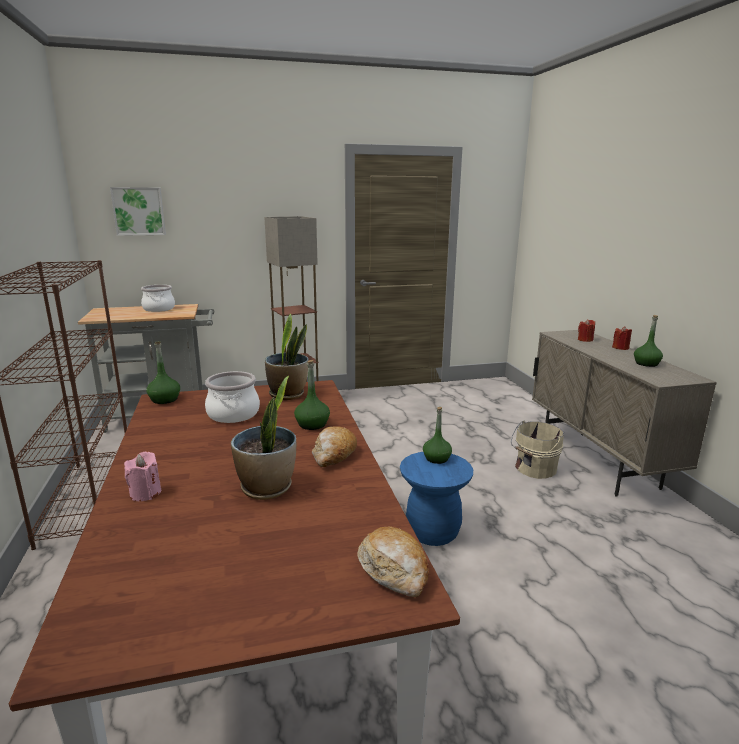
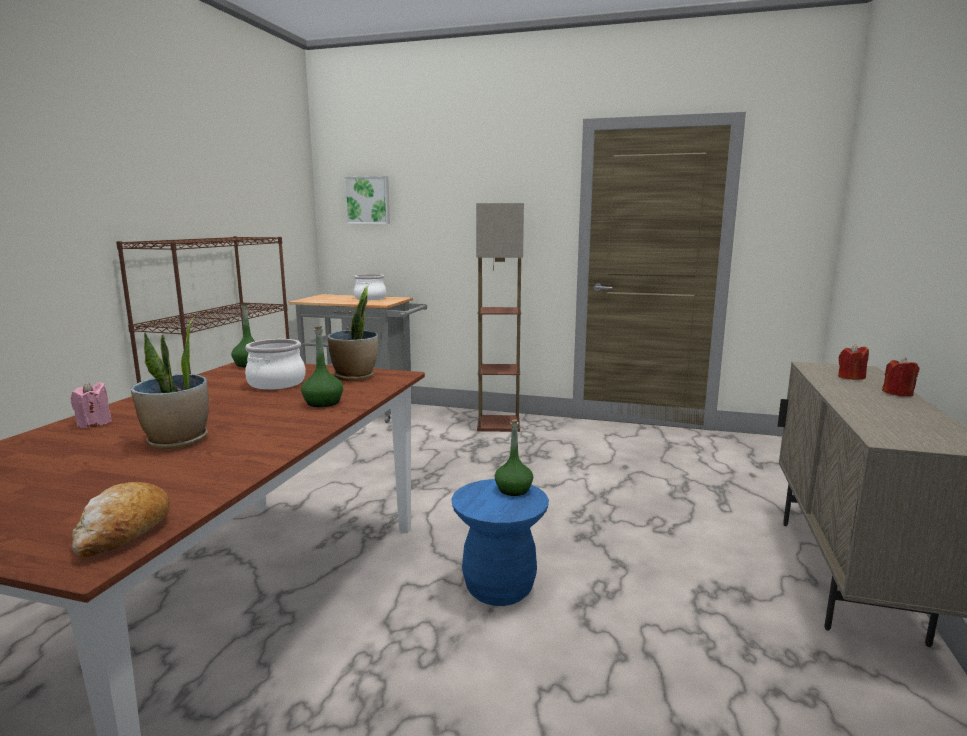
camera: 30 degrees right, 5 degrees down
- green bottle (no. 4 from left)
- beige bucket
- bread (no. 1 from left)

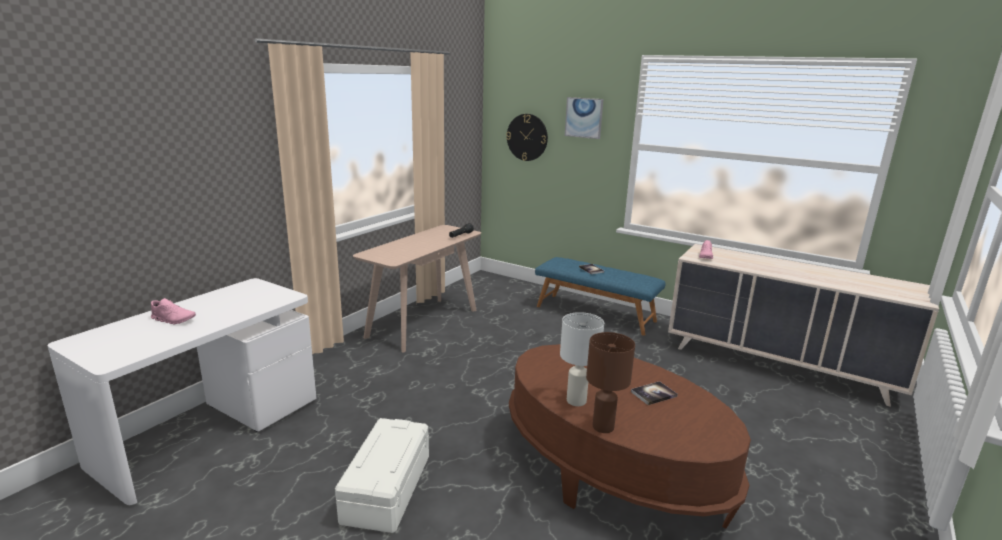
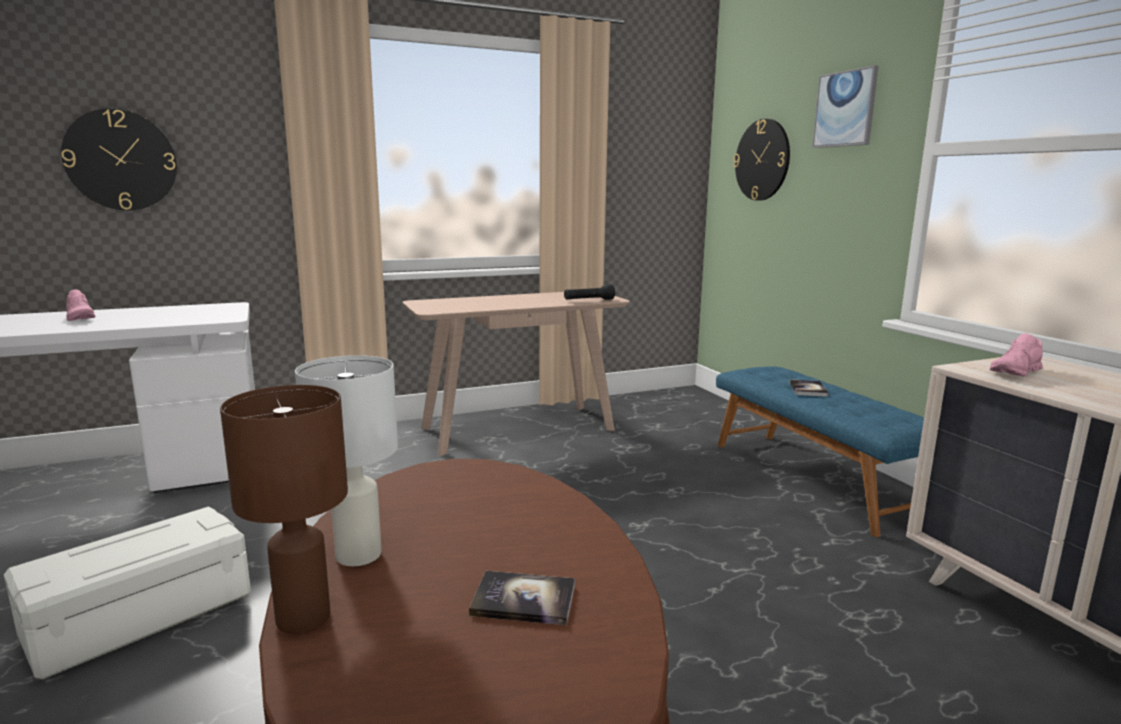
camera: 35 degrees right, 5 degrees down
+ wall clock (no. 1 from left)

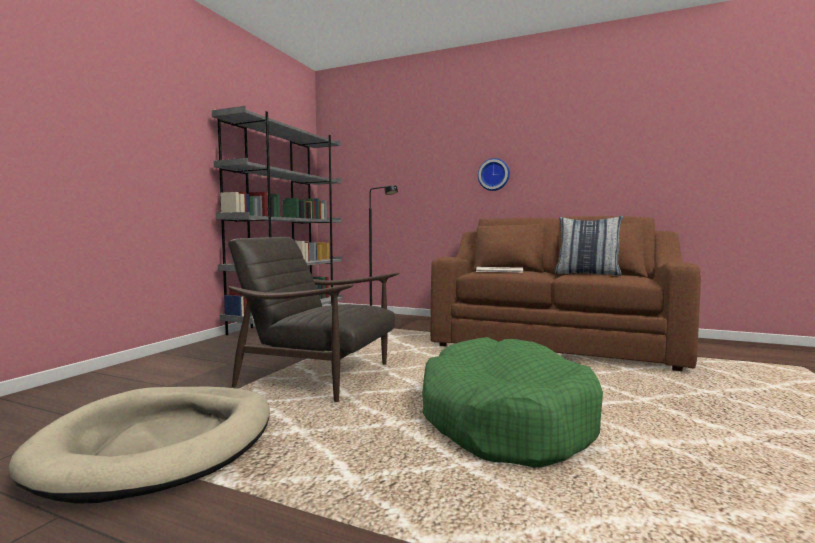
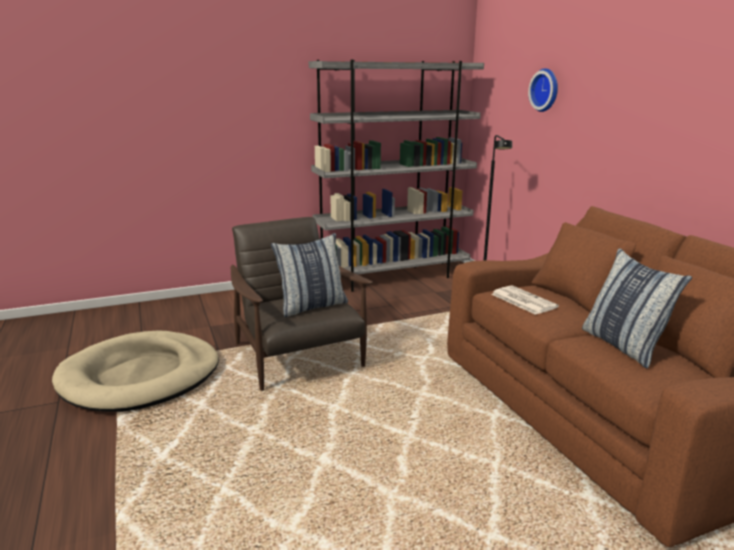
camera: 45 degrees right, 15 degrees up
~ wall clock
- green dog bed
+ pillow (no. 1 from left)

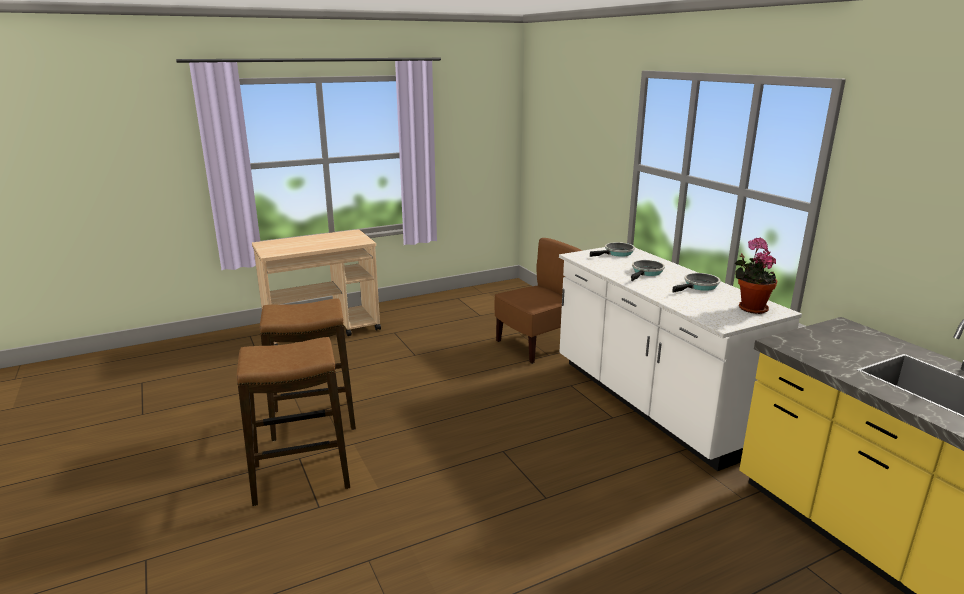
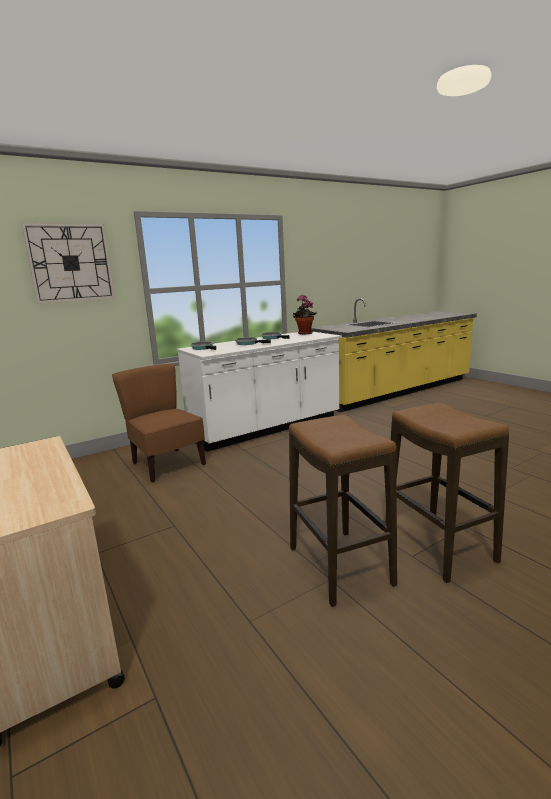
camera: 95 degrees left, 5 degrees down
+ wall clock

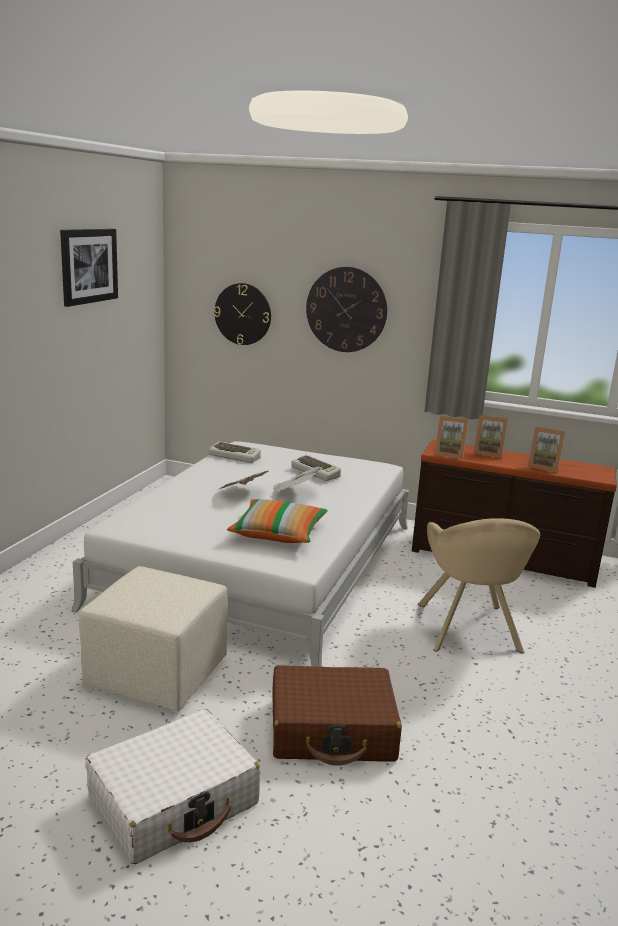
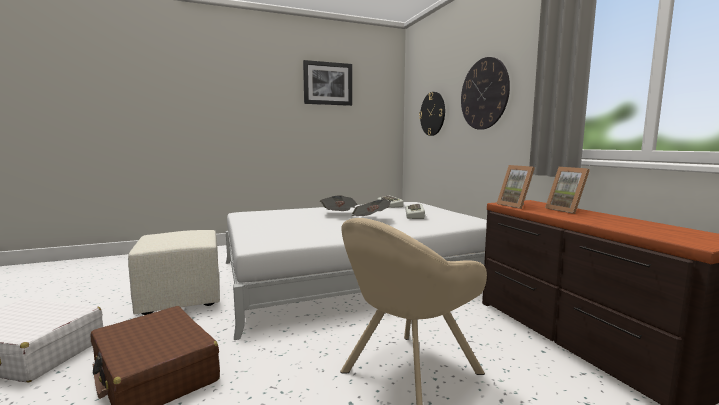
camera: 50 degrees right, 10 degrees down
- picture frame (no. 3 from left)
- pillow

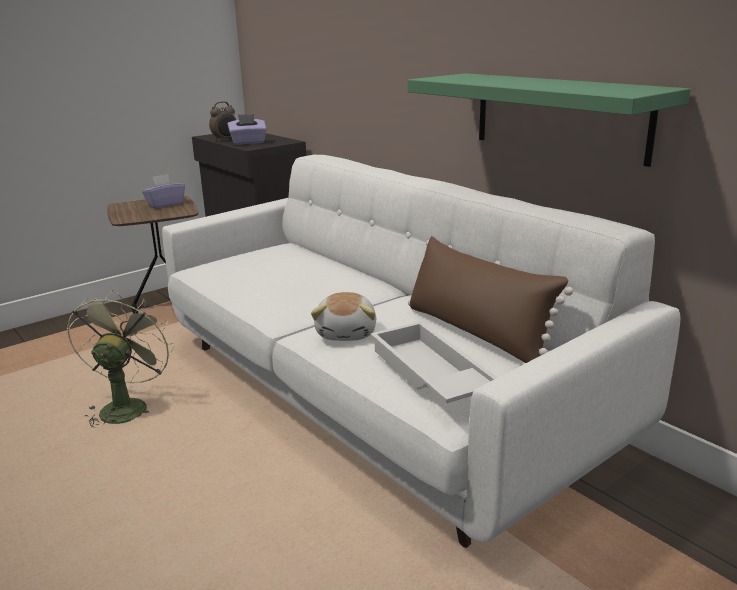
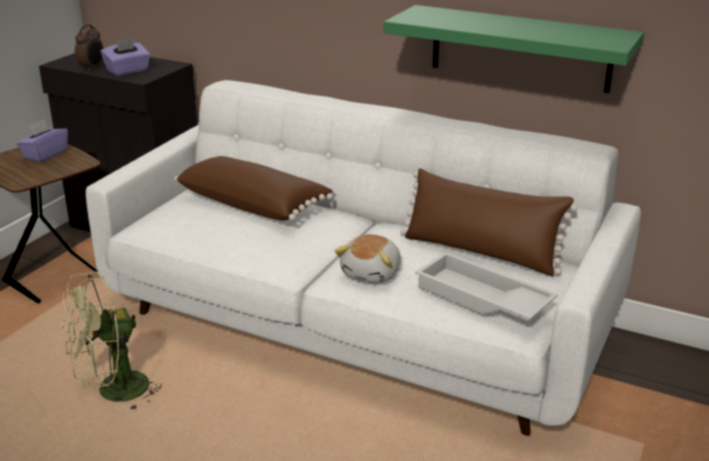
camera: 25 degrees left, 5 degrees up
~ green fan 105 degrees counterclockwise
~ plush toy 45 degrees clockwise
+ brown pillow (no. 1 from left)

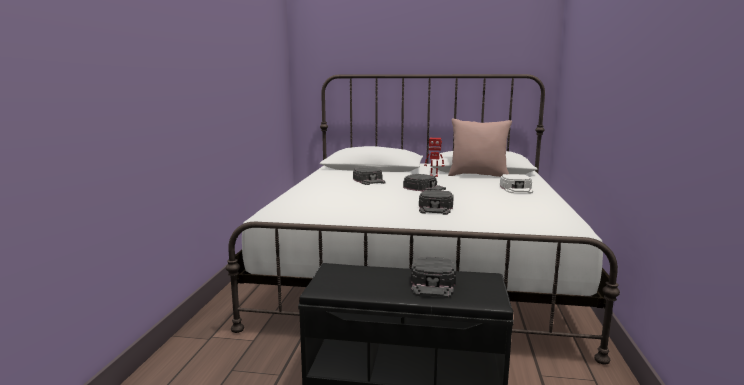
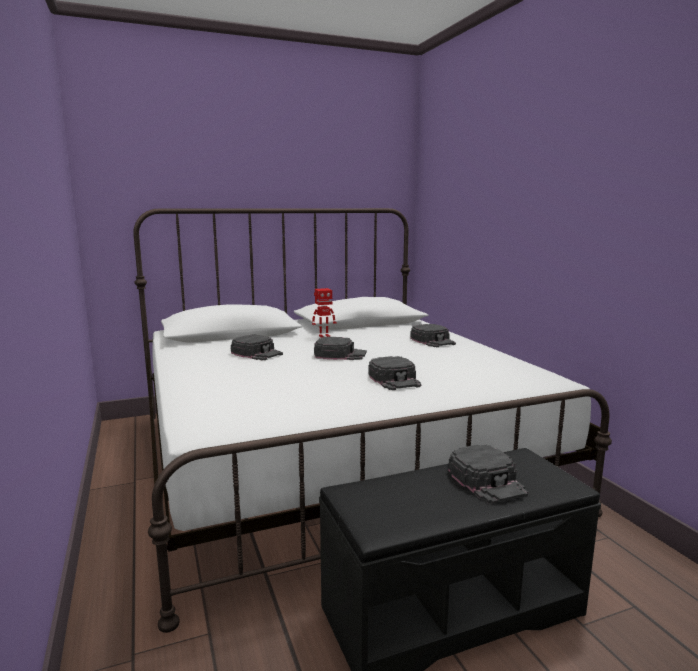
camera: 30 degrees left, 0 degrees up
- pink pillow
~ white cap to black cap (no. 4 from left)

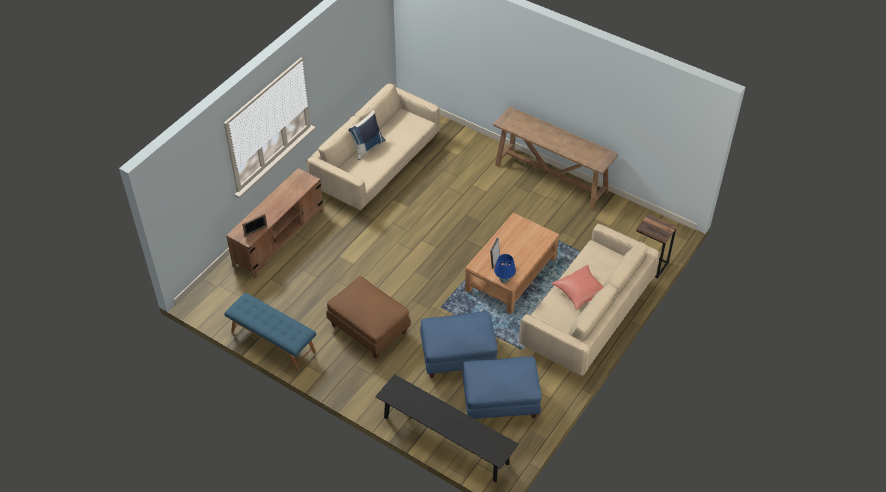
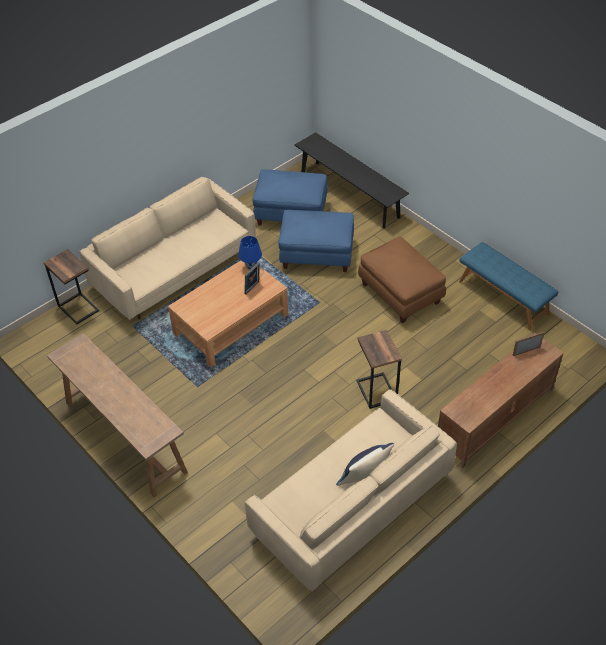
camera: 165 degrees left, 0 degrees up
- red pillow
+ side table (no. 2 from left)

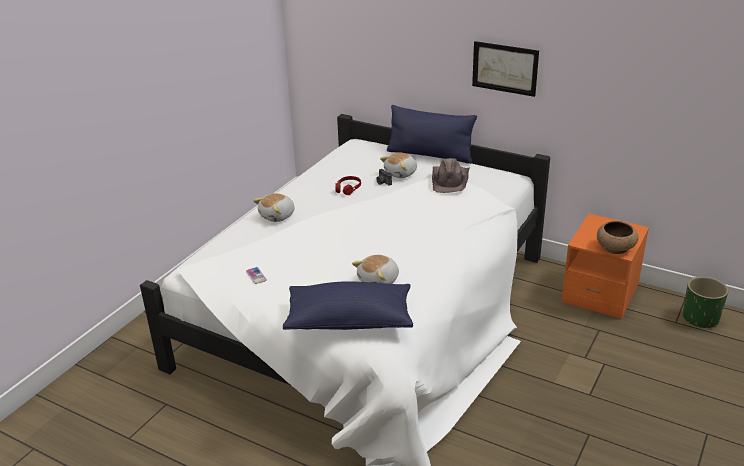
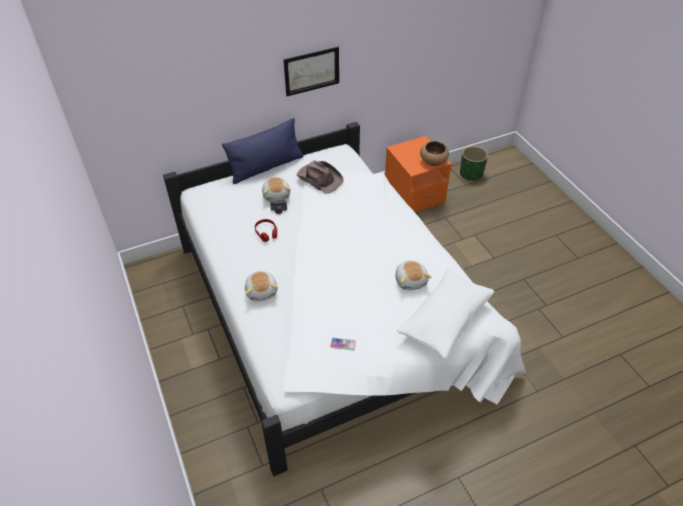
camera: 55 degrees left, 15 degrees up
~ blue pillow (no. 1 from left) to white pillow

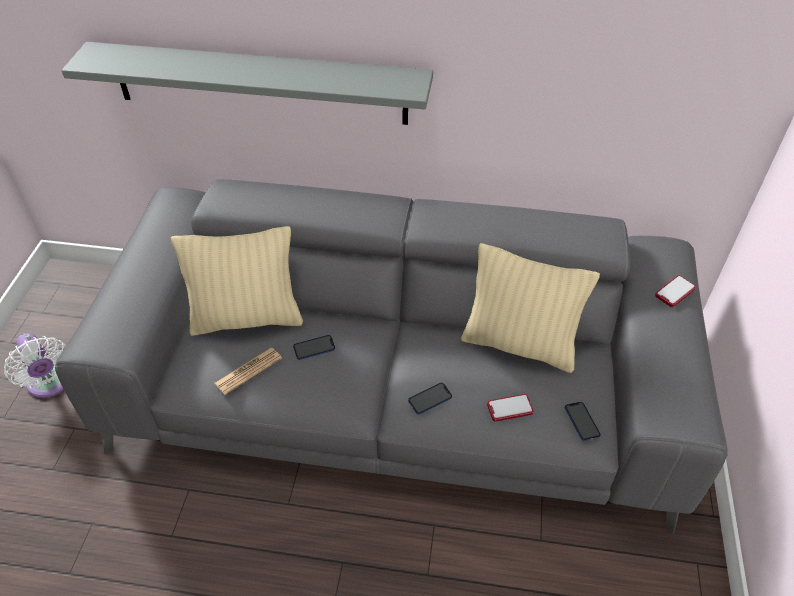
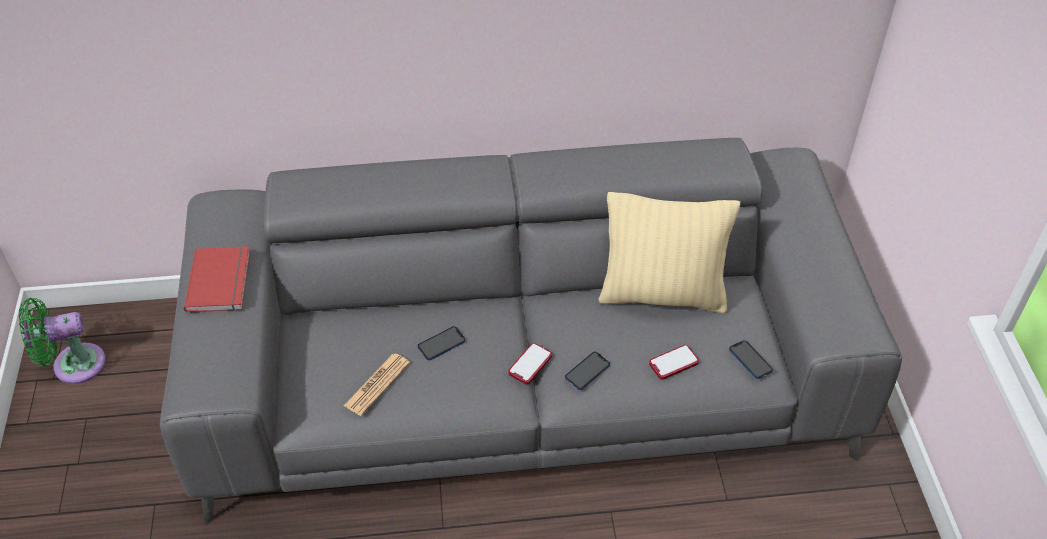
camera: 15 degrees left, 0 degrees up
- grey shelf
- beige pillow (no. 1 from left)
~ phone (no. 5 from left in the first image) to phone (no. 2 from left)
- white fan
+ red book
+ green fan

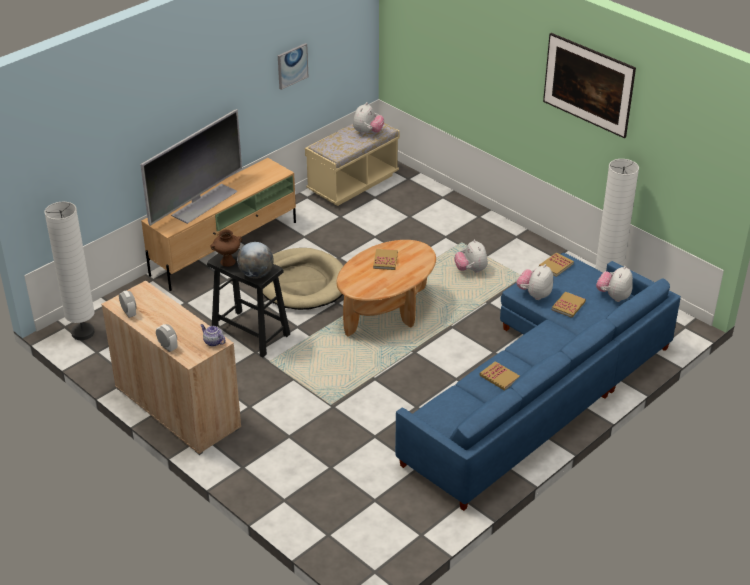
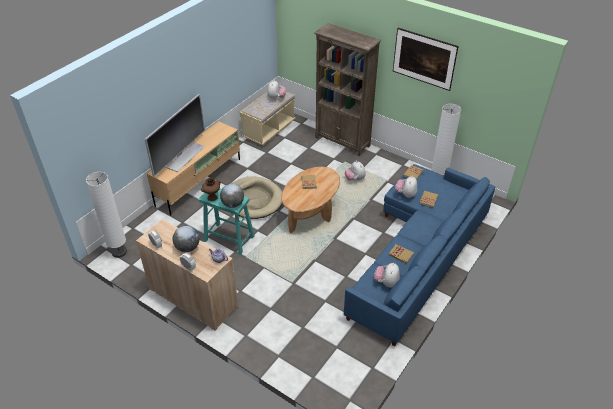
camera: 10 degrees left, 5 degrees up
- picture (no. 1 from left)
~ black stool to turquoise stool
~ plush toy (no. 4 from left in the first image) to plush toy (no. 3 from left)
+ brown bookcase
+ globe (no. 1 from left)

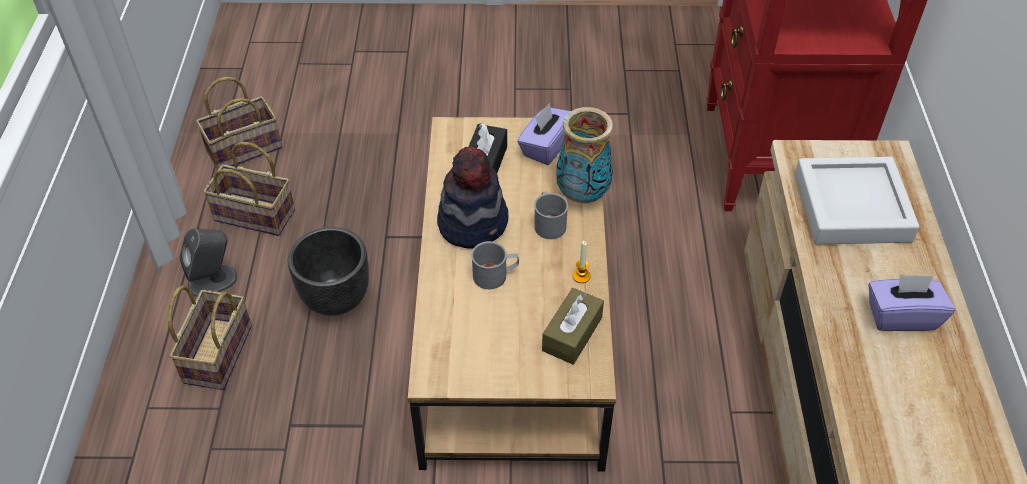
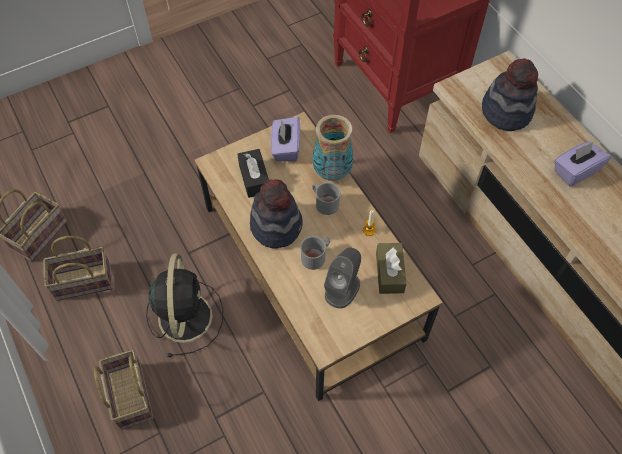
camera: 30 degrees left, 10 degrees up
~ grey tray to hat (no. 2 from left)
~ black planter to black fan
~ grey speaker

